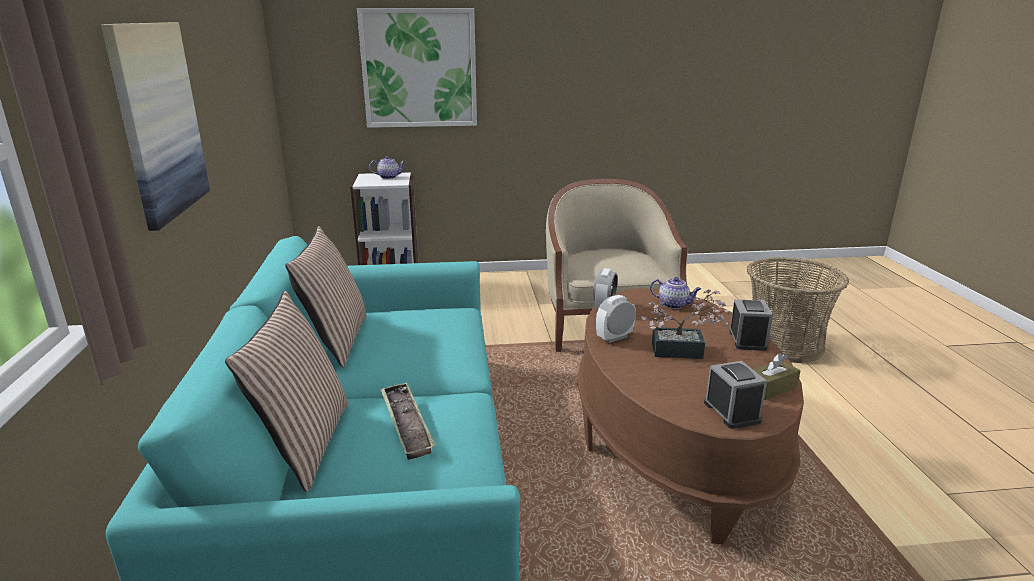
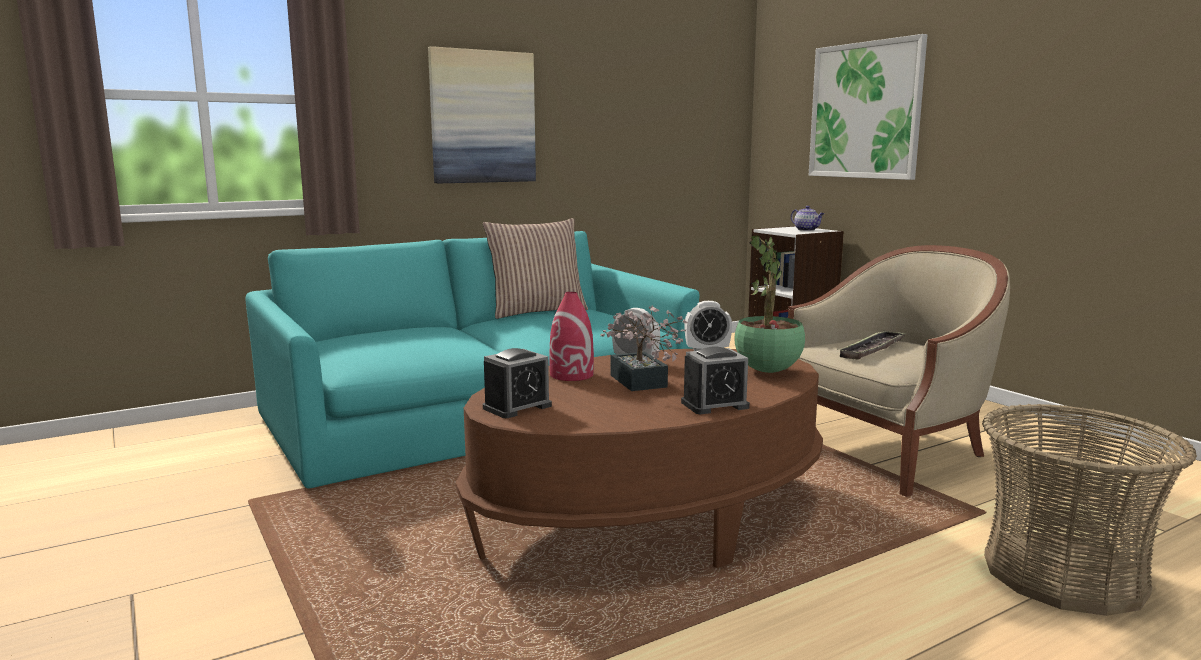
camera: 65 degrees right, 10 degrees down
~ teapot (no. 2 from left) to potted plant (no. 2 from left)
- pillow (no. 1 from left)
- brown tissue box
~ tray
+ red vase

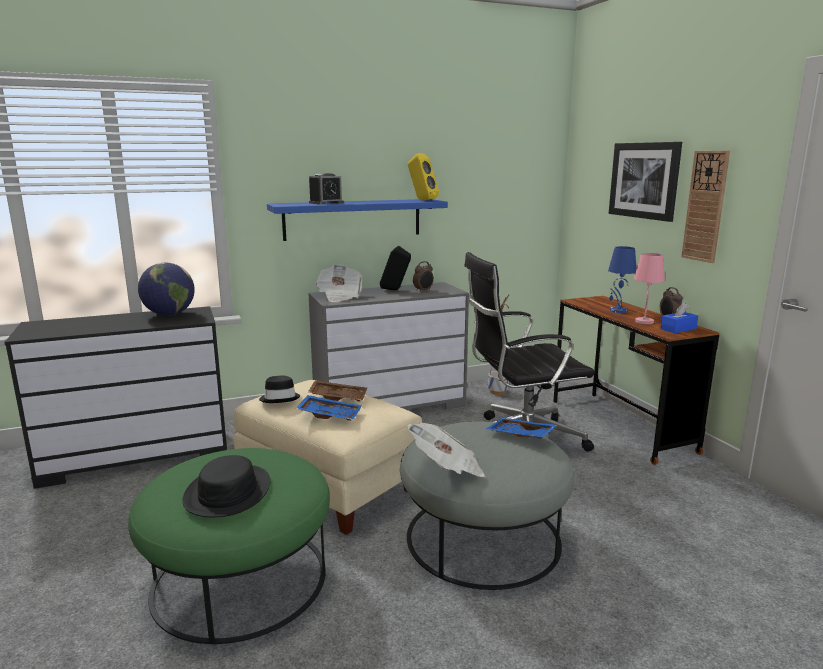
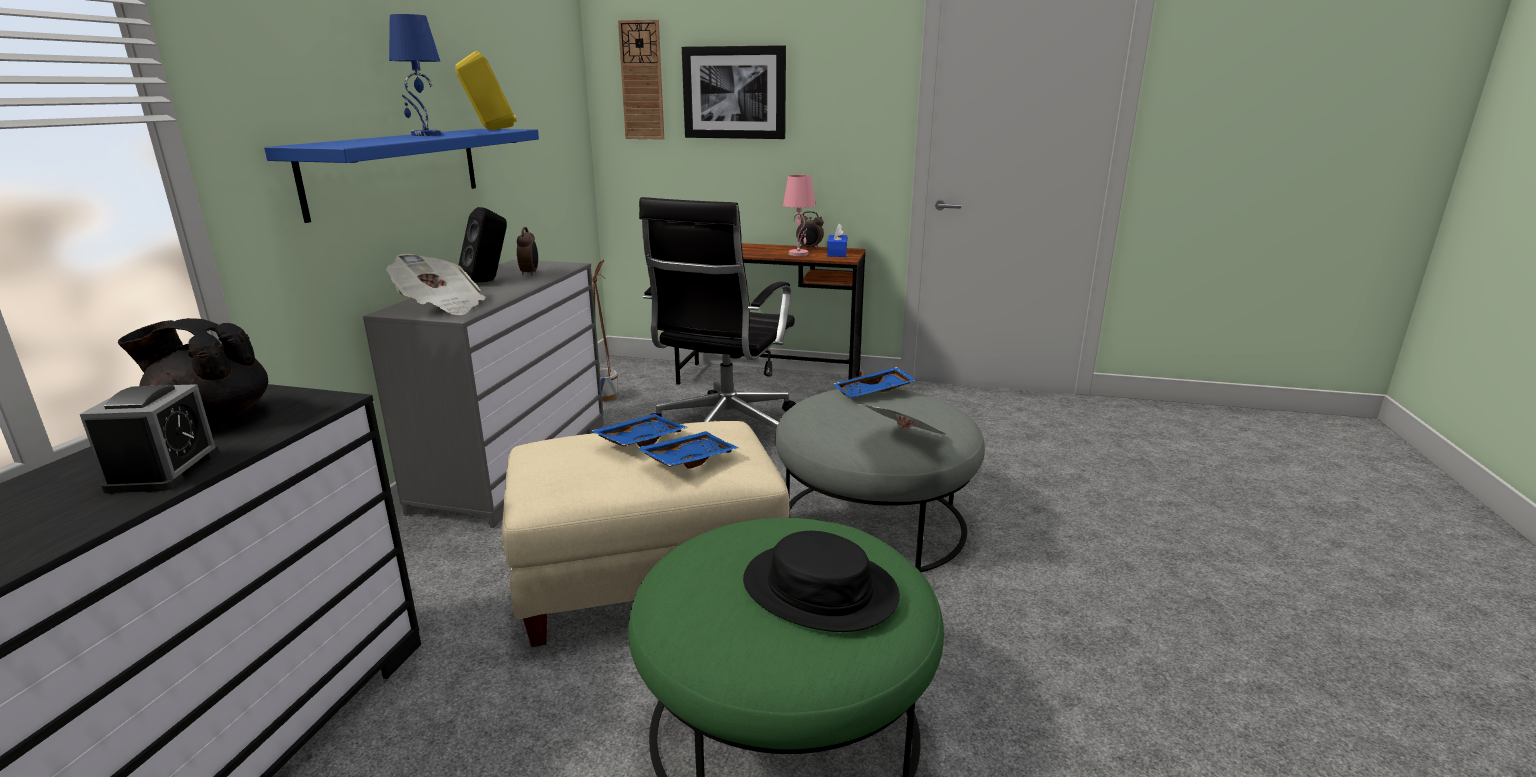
camera: 55 degrees left, 5 degrees up
~ wall clock
~ alarm clock (no. 1 from left)
~ blue table lamp
~ globe to black teapot
- black hat (no. 2 from left)
~ brown tray to blue tray (no. 1 from left)

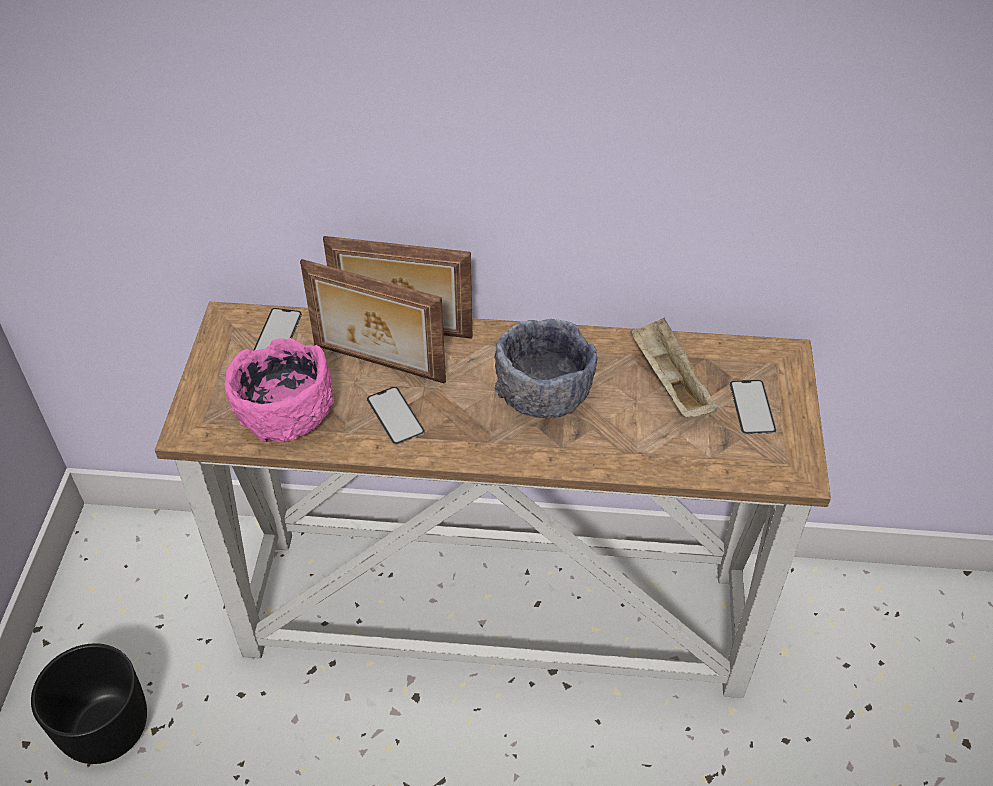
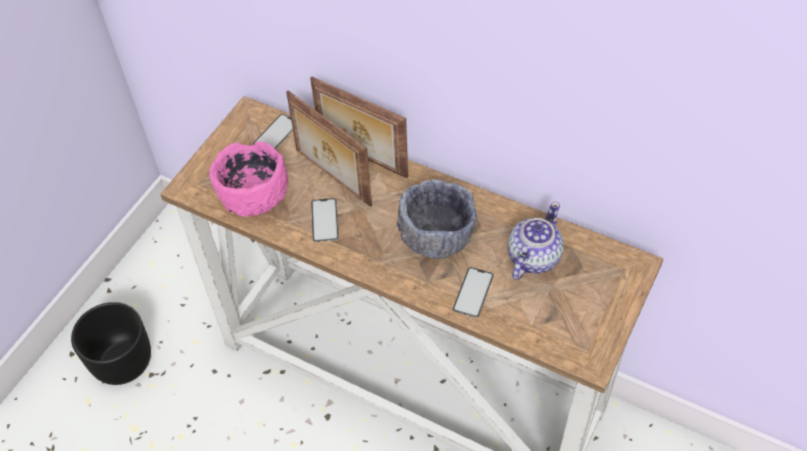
camera: 25 degrees right, 5 degrees up
~ beige tray to teapot
~ phone (no. 3 from left)

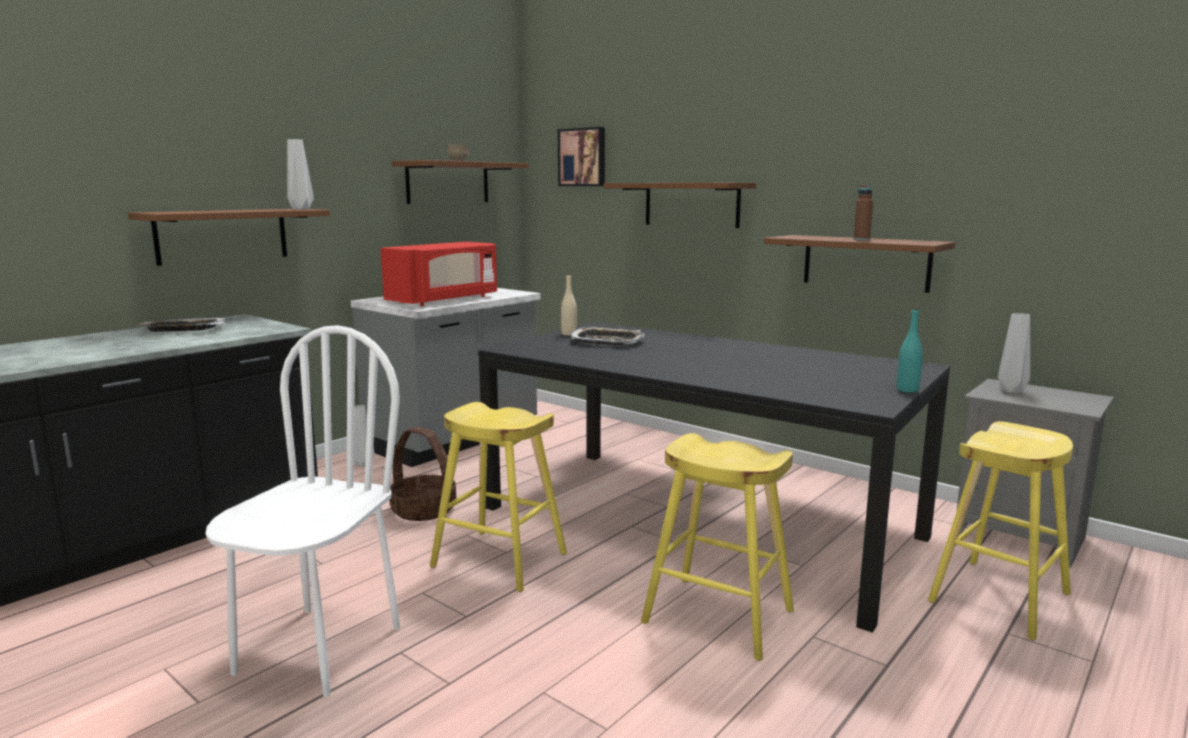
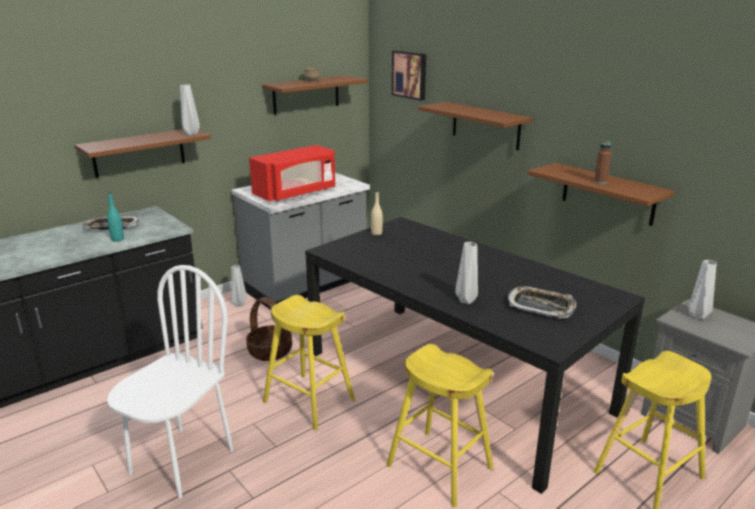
camera: 10 degrees right, 10 degrees up
~ turquoise bottle
~ tray (no. 2 from left)
+ grey vase (no. 3 from left)

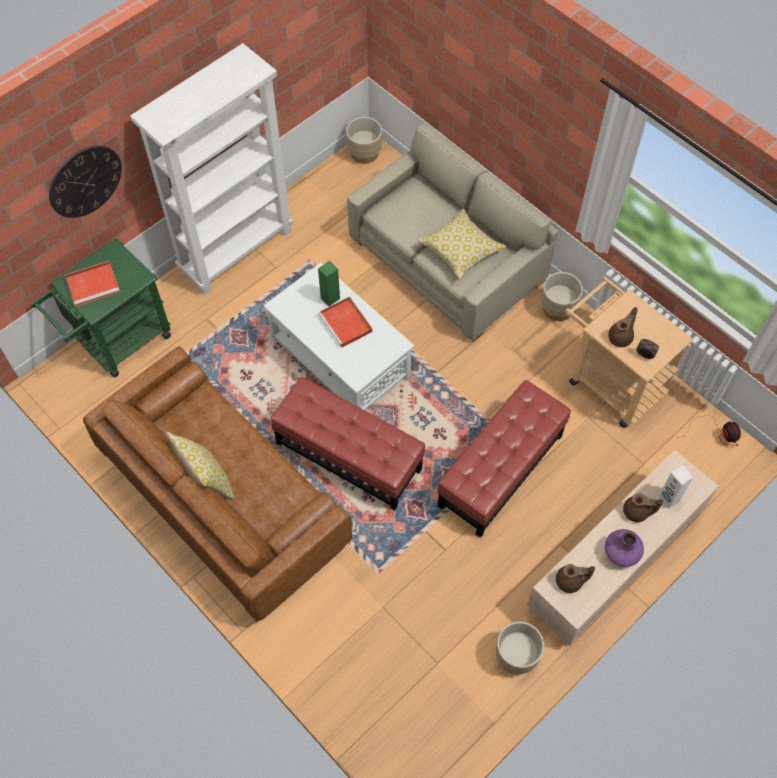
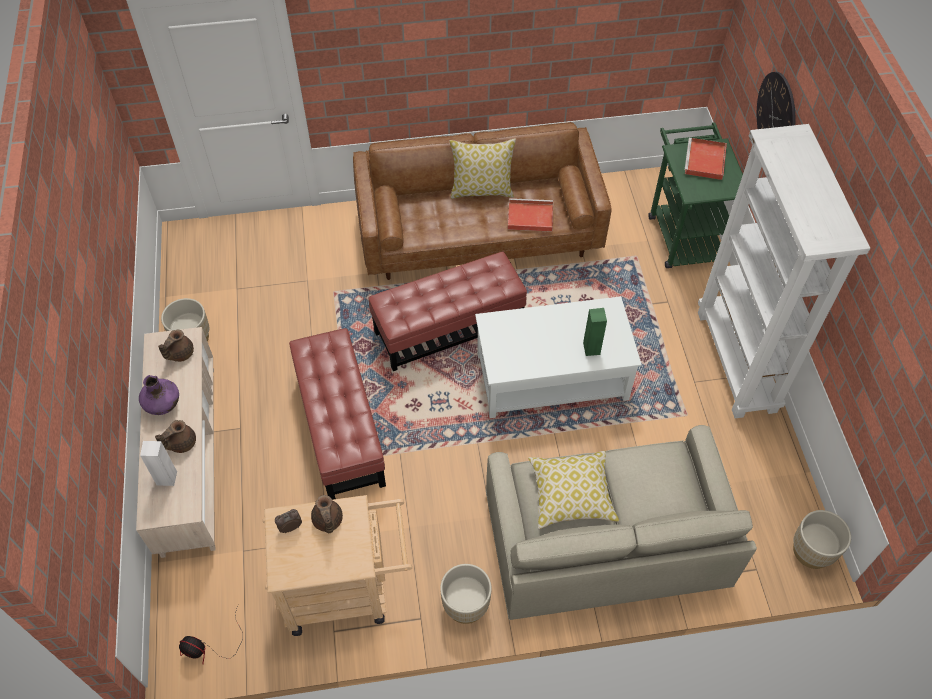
camera: 125 degrees right, 5 degrees down
~ red tray (no. 2 from left in the first image) to red tray (no. 1 from left)

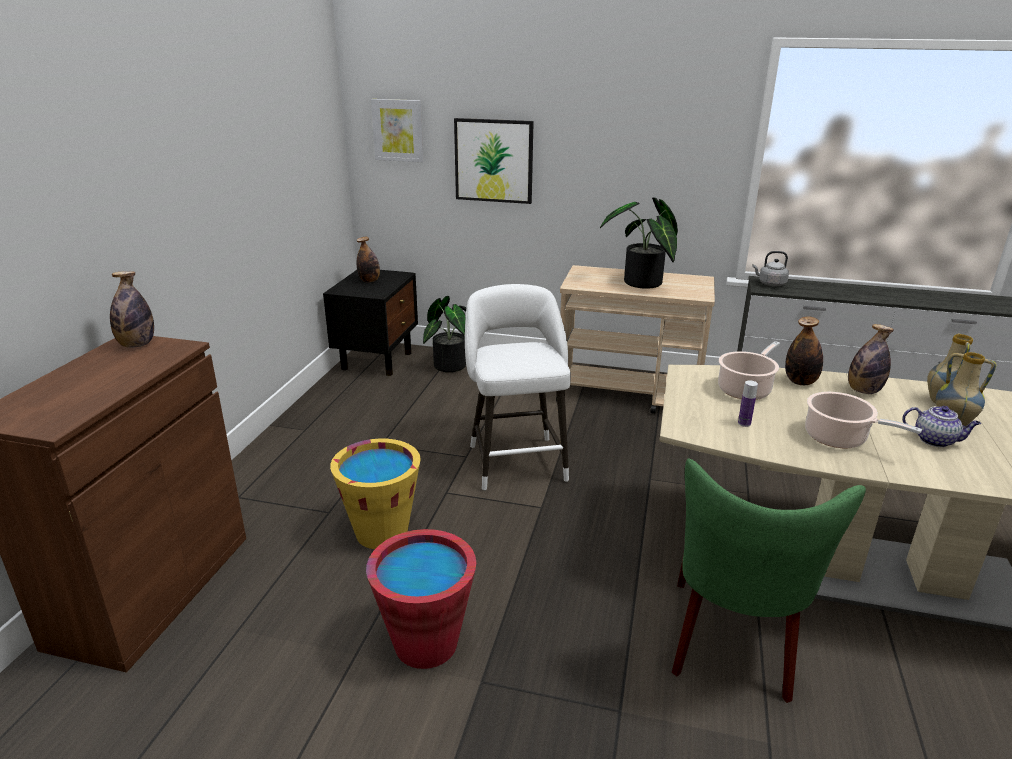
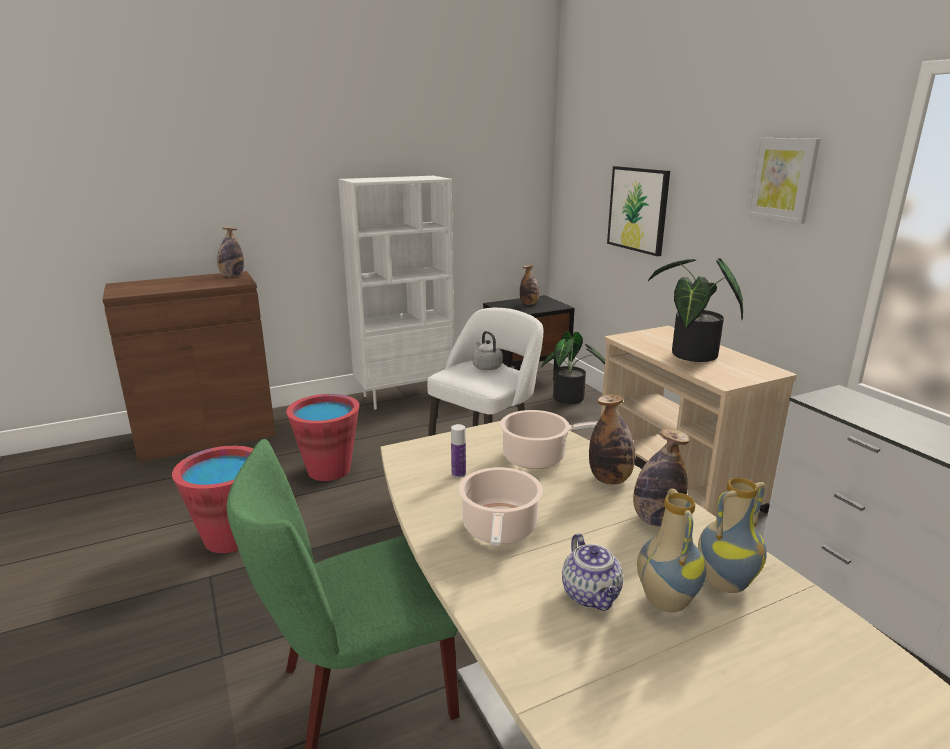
camera: 50 degrees right, 5 degrees down
~ picture (no. 1 from left in the first image) to picture (no. 2 from left)
~ grey kettle
~ yellow bucket to red bucket (no. 2 from left)
+ white bookcase

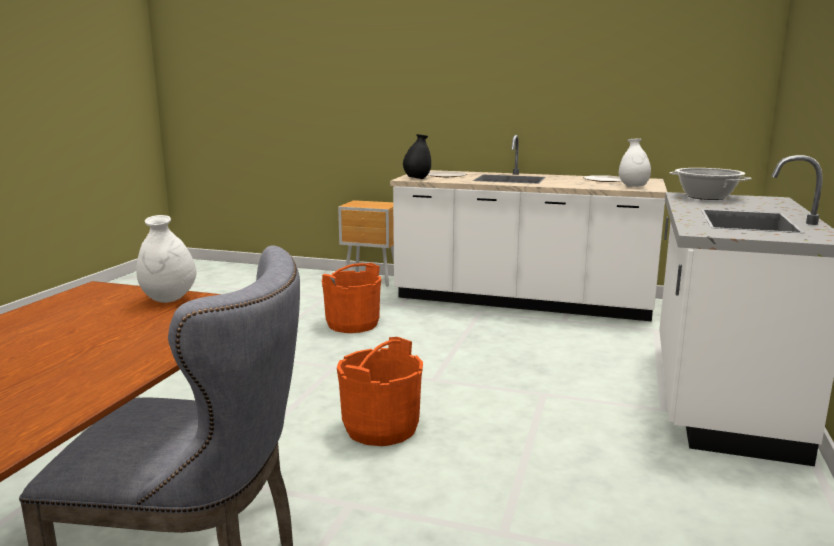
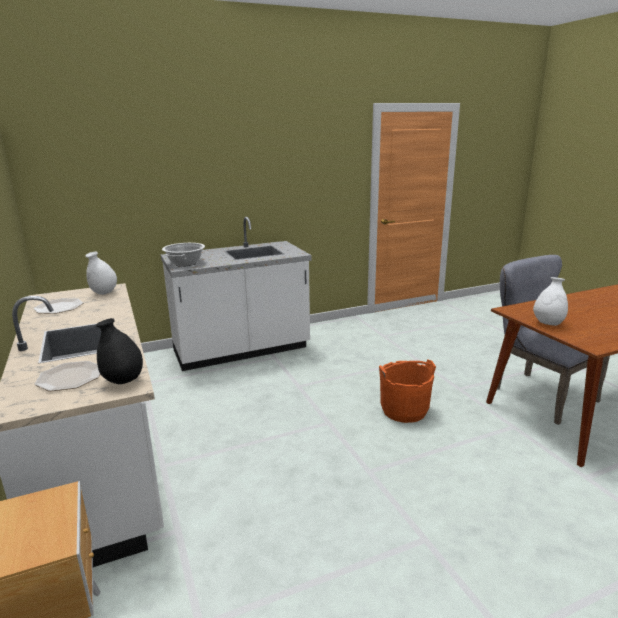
camera: 130 degrees left, 5 degrees up
- orange bucket (no. 1 from left)

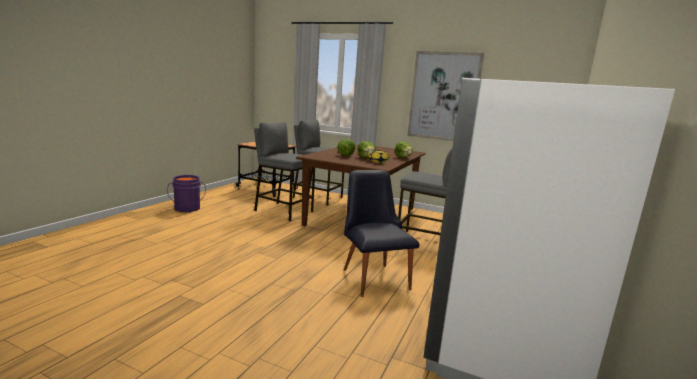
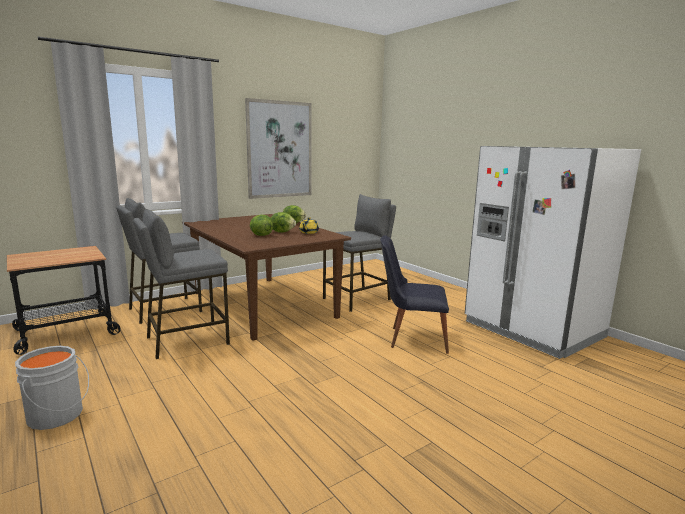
camera: 60 degrees left, 0 degrees up
~ purple bucket to grey bucket

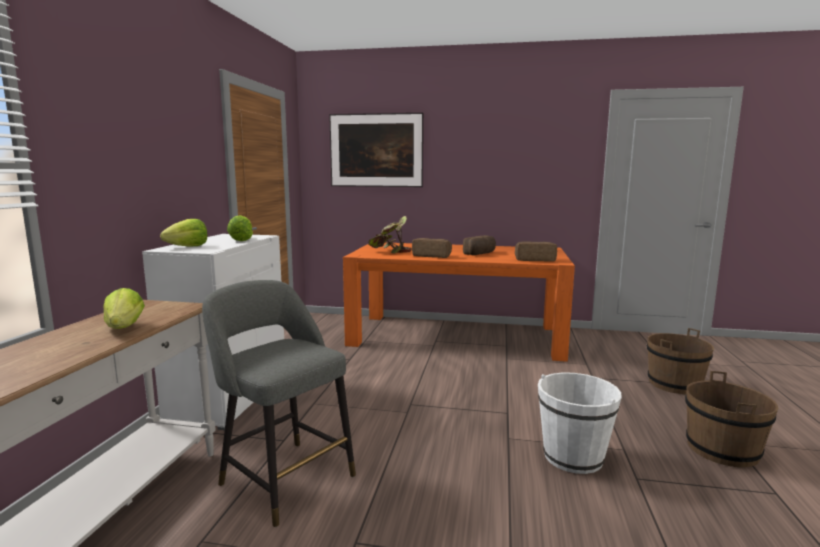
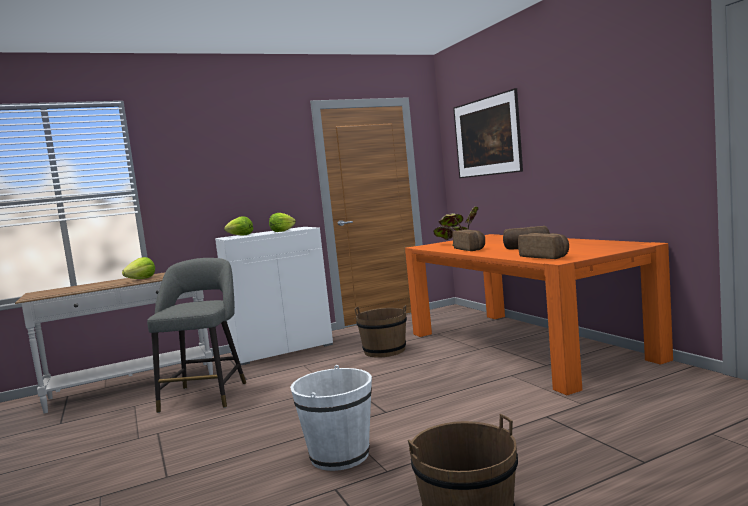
camera: 55 degrees right, 5 degrees down
~ brown bucket (no. 1 from left)

